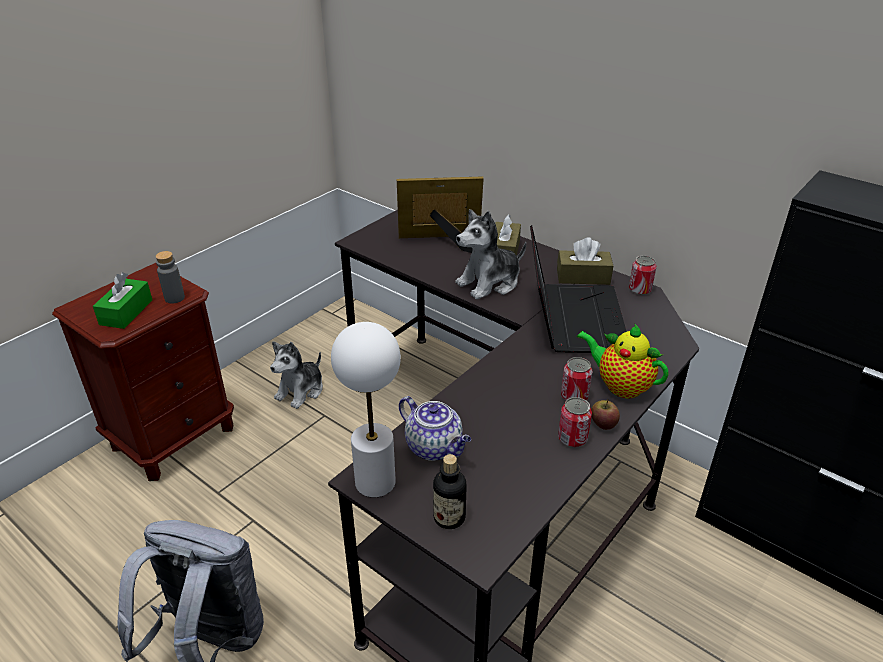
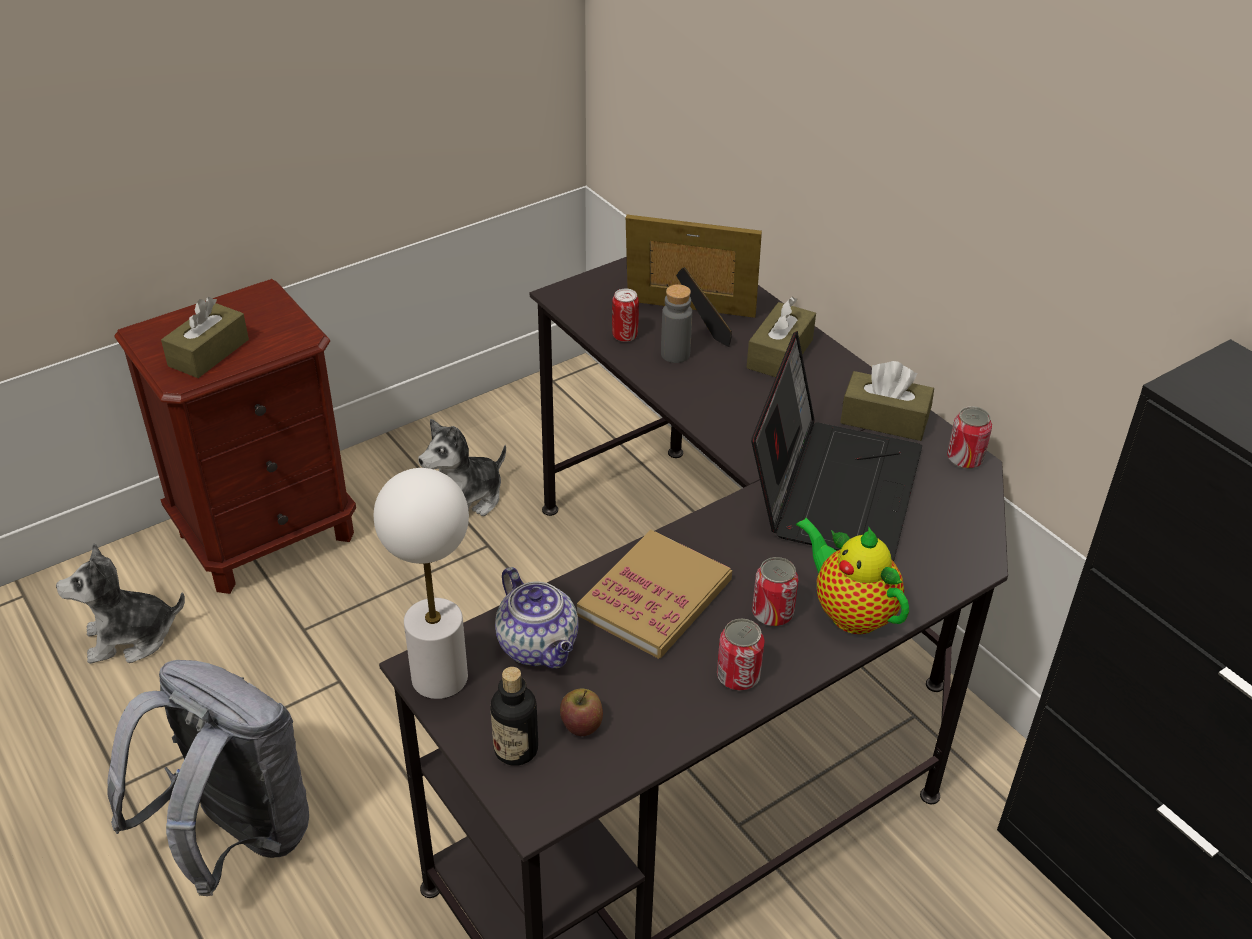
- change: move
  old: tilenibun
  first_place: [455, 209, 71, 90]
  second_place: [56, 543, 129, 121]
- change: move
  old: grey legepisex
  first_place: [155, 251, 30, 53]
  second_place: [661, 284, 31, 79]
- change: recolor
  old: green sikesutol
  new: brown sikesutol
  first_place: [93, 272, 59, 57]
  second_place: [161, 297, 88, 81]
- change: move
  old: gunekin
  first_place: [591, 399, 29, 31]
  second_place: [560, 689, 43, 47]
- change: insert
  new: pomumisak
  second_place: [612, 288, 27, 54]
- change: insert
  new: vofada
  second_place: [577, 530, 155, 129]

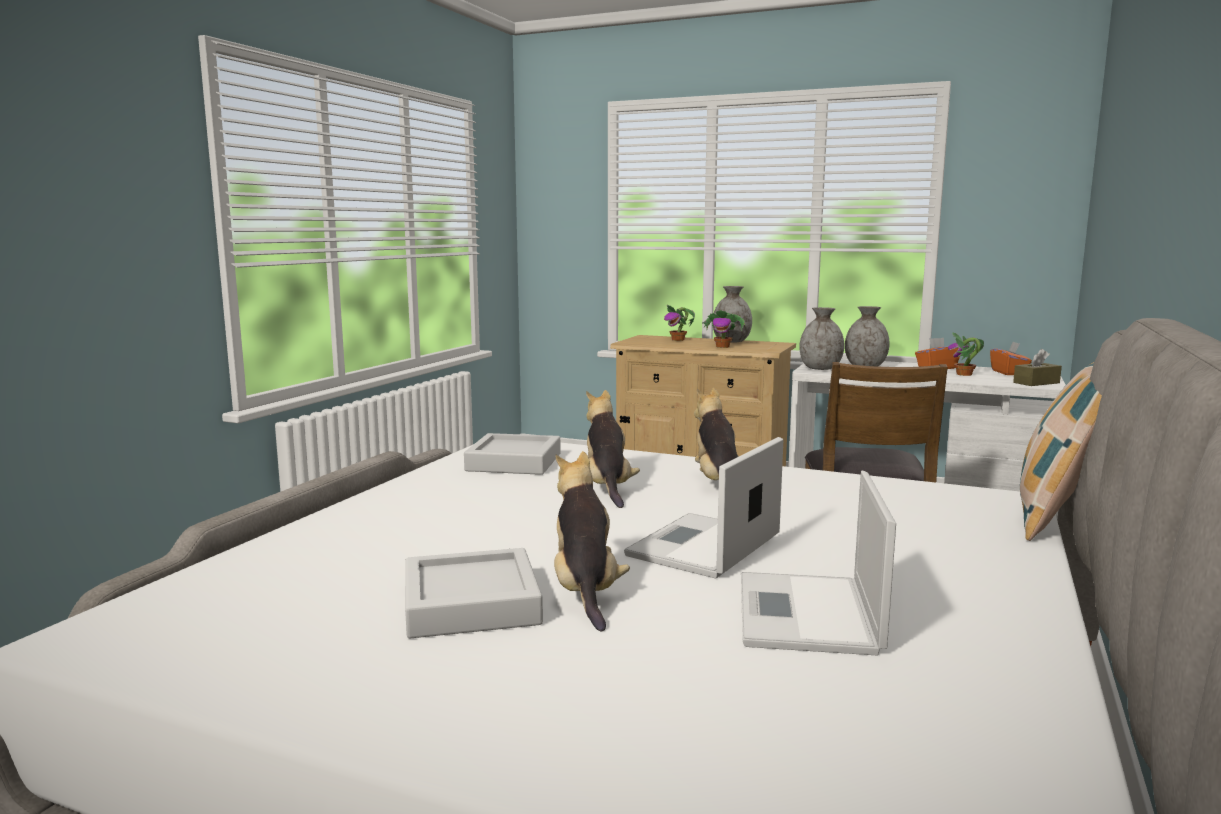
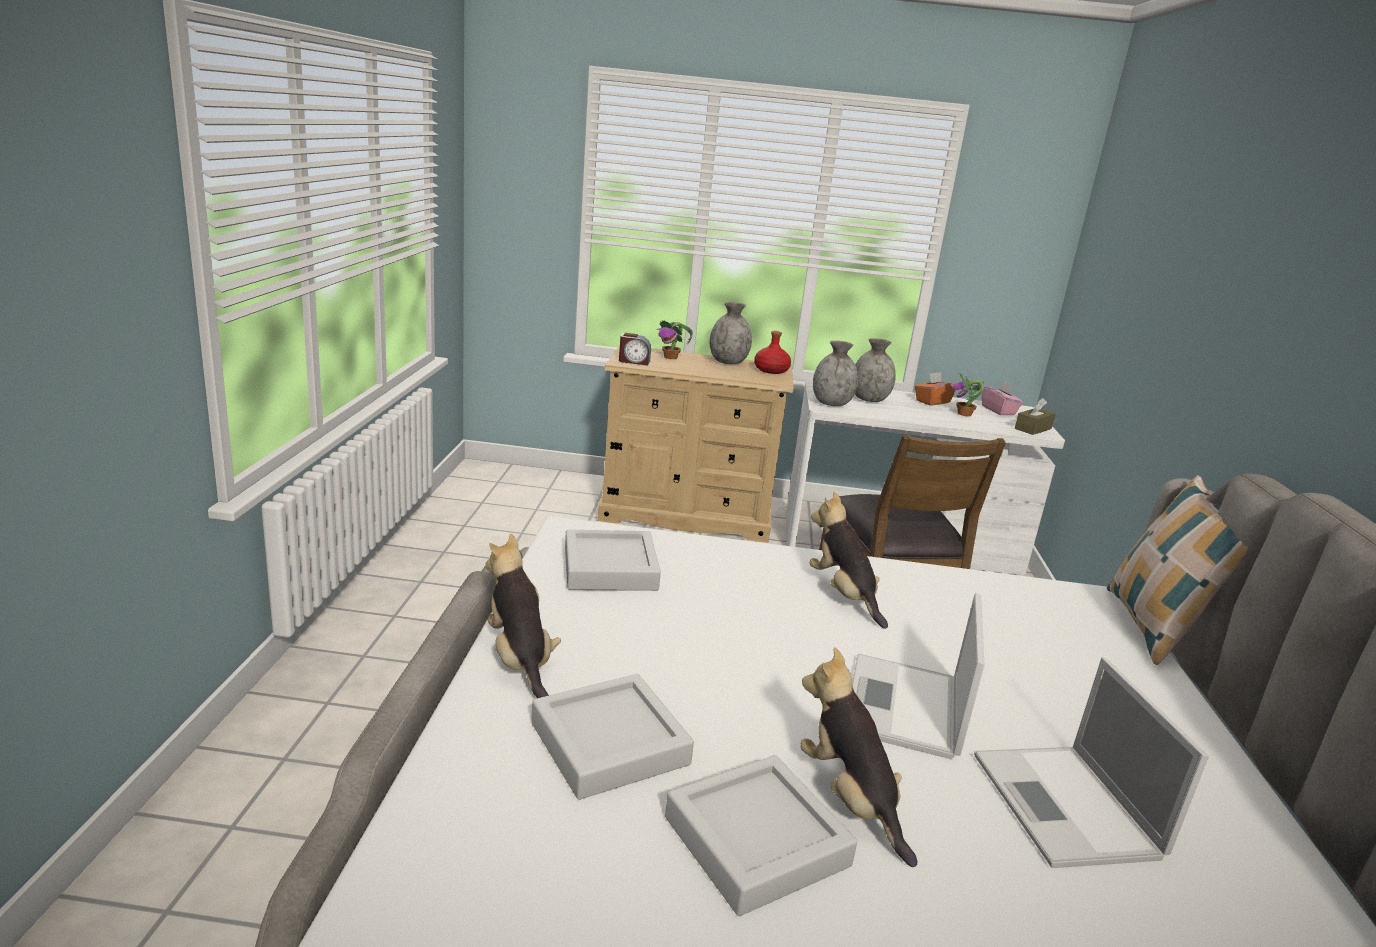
- change: delete
  old: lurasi
  first_place: [702, 310, 43, 38]
- change: recolor
  old: orange sikesutol
  new: pink sikesutol
  first_place: [990, 342, 42, 33]
  second_place: [982, 380, 41, 35]
- change: move
  old: tilenibun
  first_place: [586, 390, 54, 118]
  second_place: [486, 534, 75, 164]
- change: insert
  new: red legepisex
  second_place: [754, 331, 37, 43]
- change: insert
  new: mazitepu
  second_place: [619, 333, 32, 32]
- change: insert
  new: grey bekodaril
  second_place: [531, 674, 163, 126]

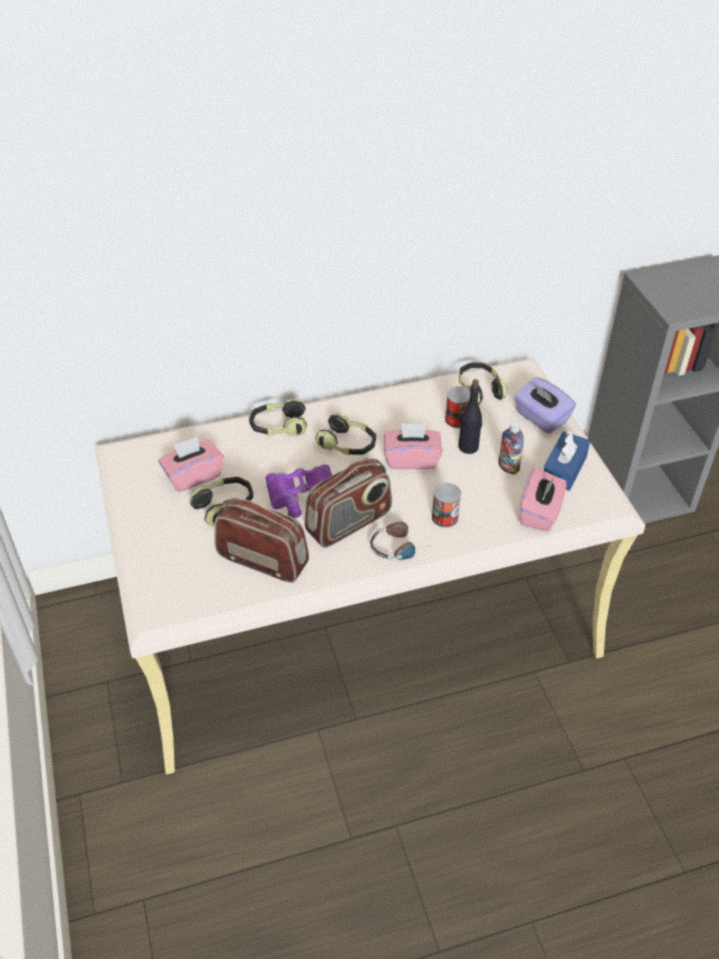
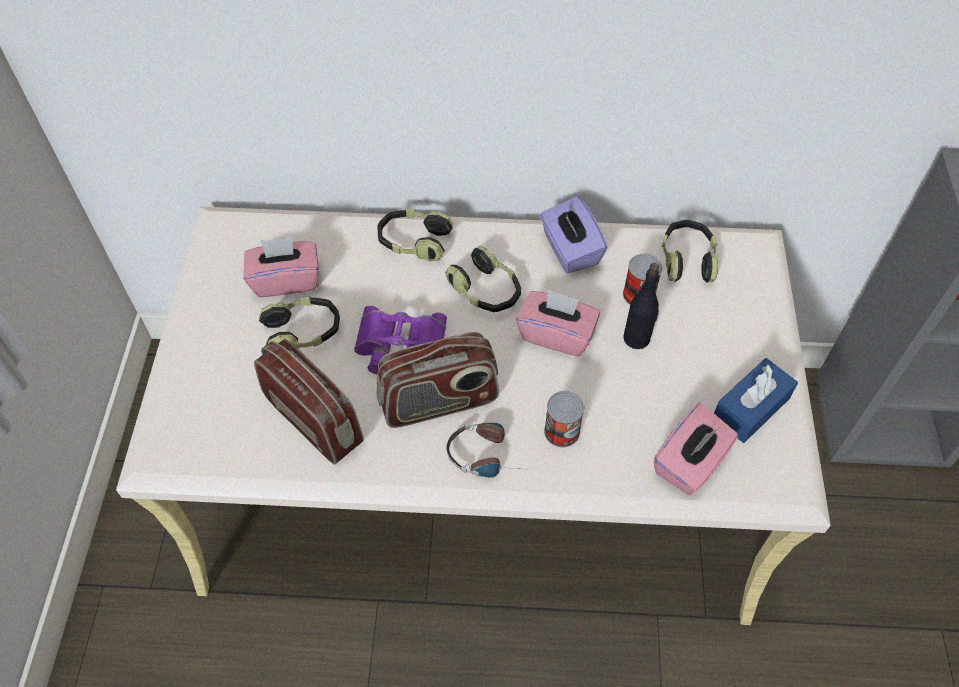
- change: move
  old: purple sikesutol
  first_place: [514, 377, 62, 56]
  second_place: [540, 196, 67, 78]
- change: delete
  old: legepisex
  first_place: [499, 421, 25, 54]

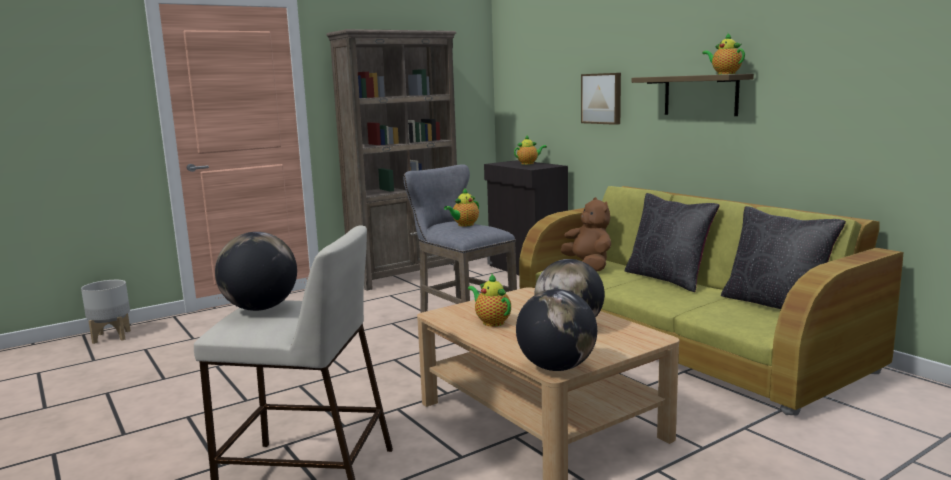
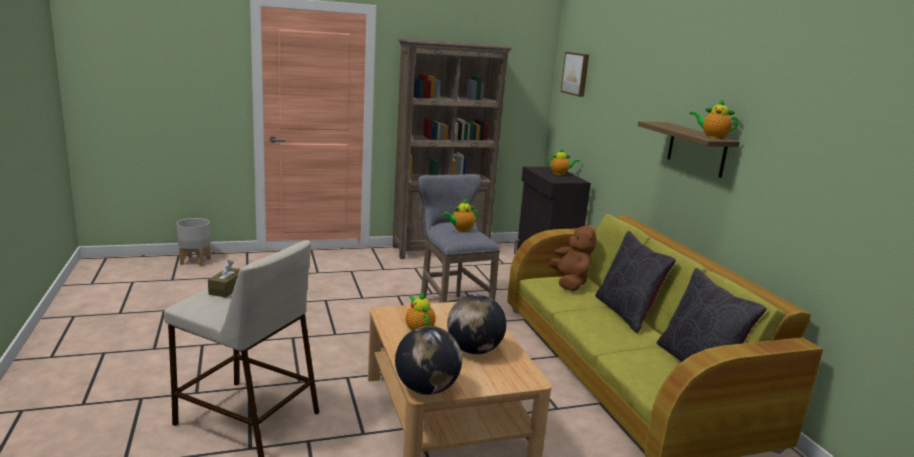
- change: rotate
  old: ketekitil
  first_place: [702, 33, 43, 41]
  second_place: [690, 100, 49, 39]
  degrees: -45
- change: move
  old: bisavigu
  first_place: [581, 73, 40, 52]
  second_place: [561, 52, 28, 45]
- change: replace
  old: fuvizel
  new: brown sikesutol
  first_place: [215, 232, 82, 79]
  second_place: [208, 260, 33, 37]

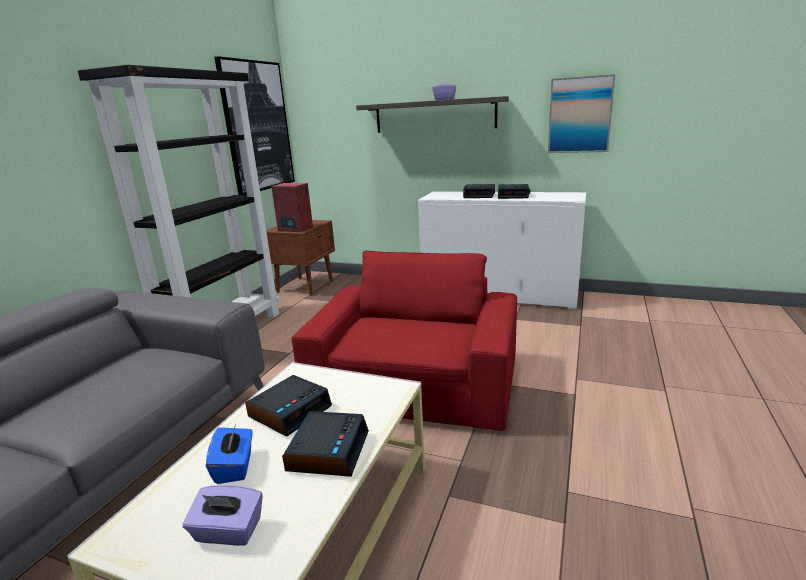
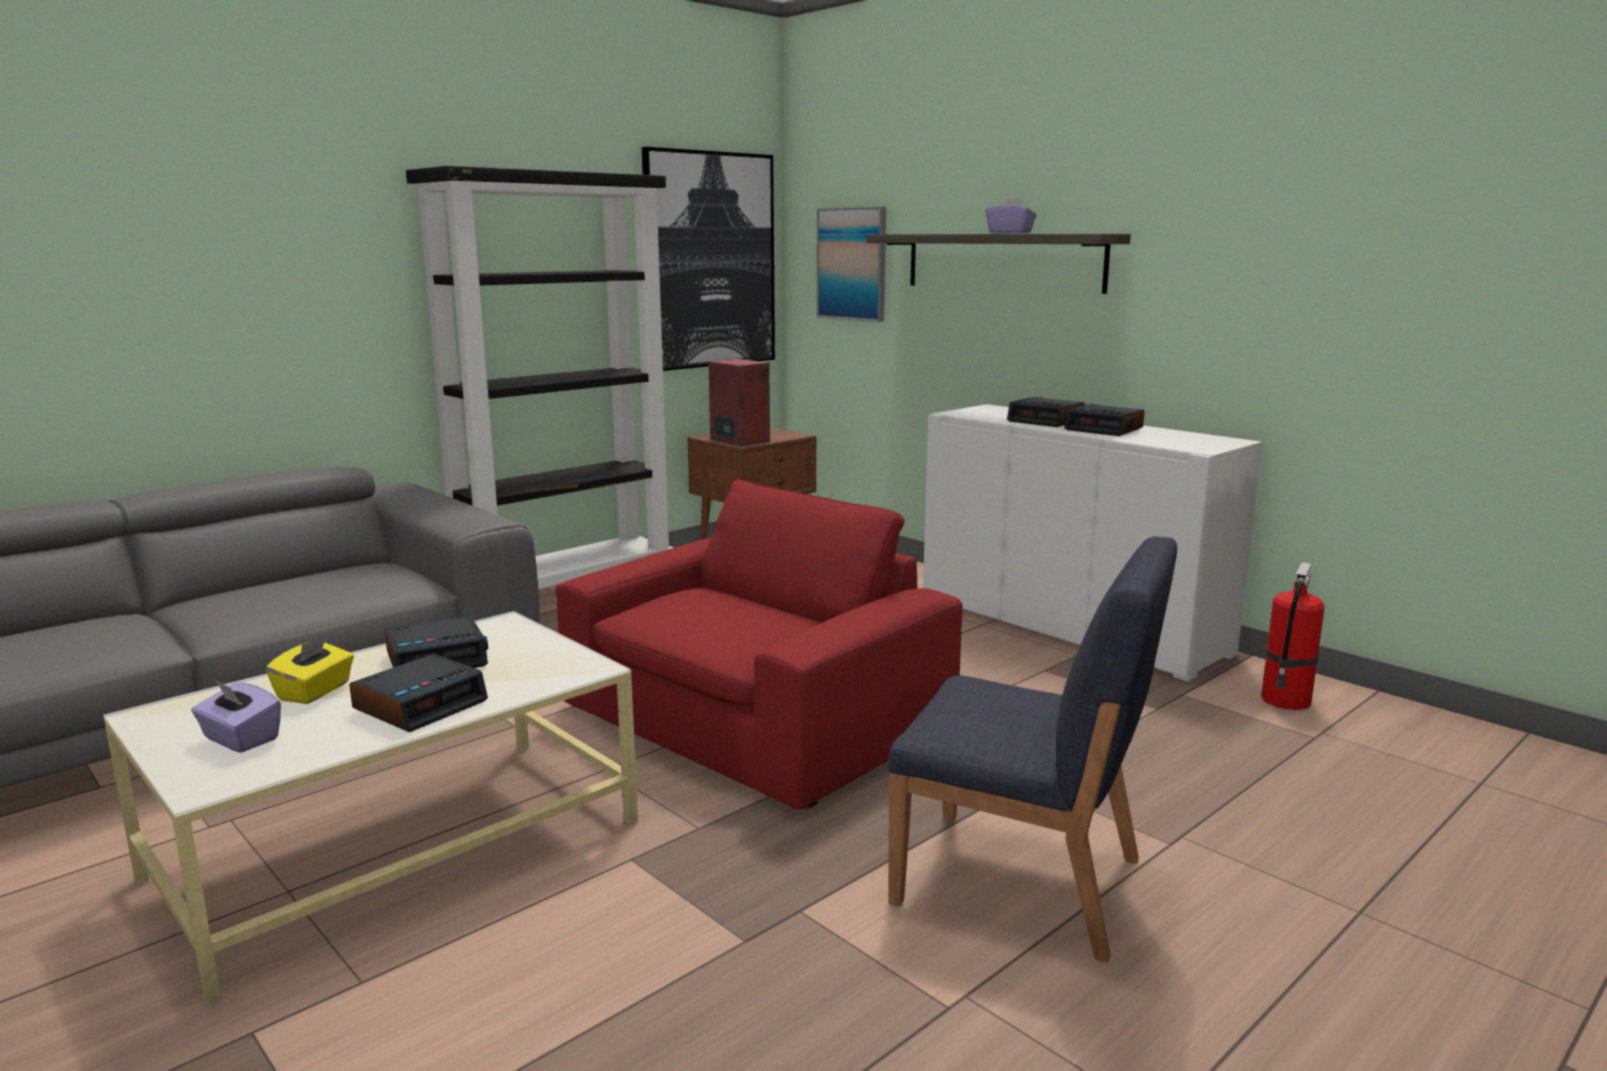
- change: move
  old: bisavigu
  first_place: [548, 74, 67, 79]
  second_place: [817, 207, 69, 115]
- change: recolor
  old: blue sikesutol
  new: yellow sikesutol
  first_place: [206, 424, 46, 60]
  second_place: [266, 634, 88, 70]
- change: insert
  new: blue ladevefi
  second_place: [888, 536, 289, 427]
- change: insert
  new: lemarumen
  second_place: [1261, 562, 64, 148]

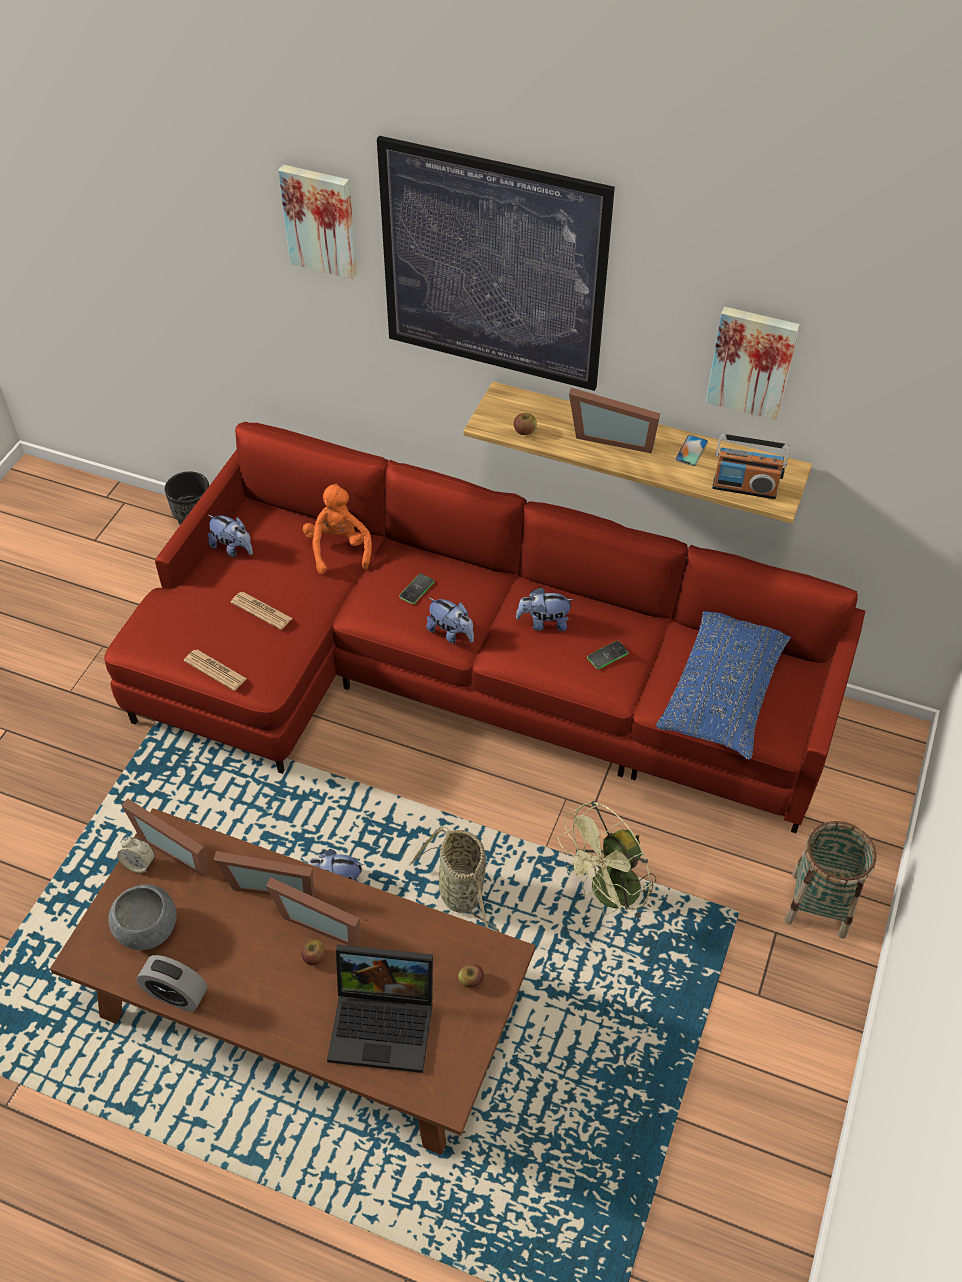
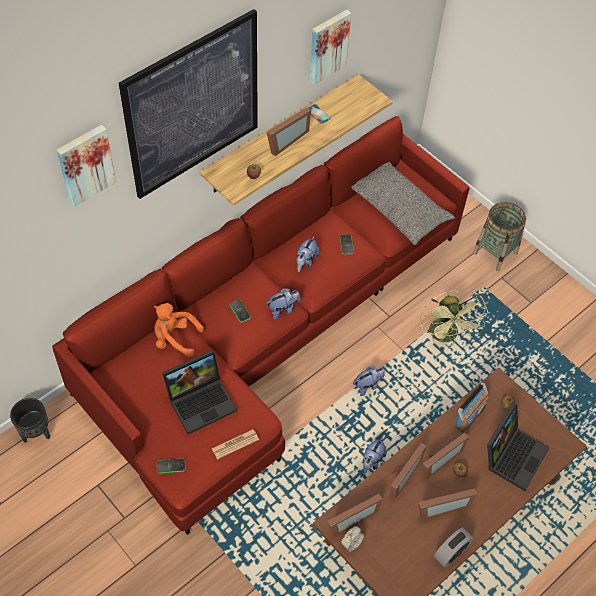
- change: move
  old: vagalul
  first_place: [712, 434, 78, 65]
  second_place: [455, 383, 34, 50]
- change: move
  old: tilenibun
  first_place: [208, 515, 45, 42]
  second_place: [353, 366, 32, 30]
- change: replace
  old: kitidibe
  new: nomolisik
  first_place: [231, 592, 62, 38]
  second_place: [162, 350, 75, 84]
- change: recolor
  old: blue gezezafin
  new: grey gezezafin
  first_place: [656, 611, 135, 149]
  second_place: [351, 161, 104, 84]
- change: delete
  old: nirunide
  first_place: [409, 827, 92, 106]
- change: delete
  old: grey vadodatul
  first_place: [108, 884, 69, 66]
- change: insert
  new: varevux
  second_place: [157, 458, 29, 16]
- change: insert
  new: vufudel
  second_place: [418, 488, 59, 33]

